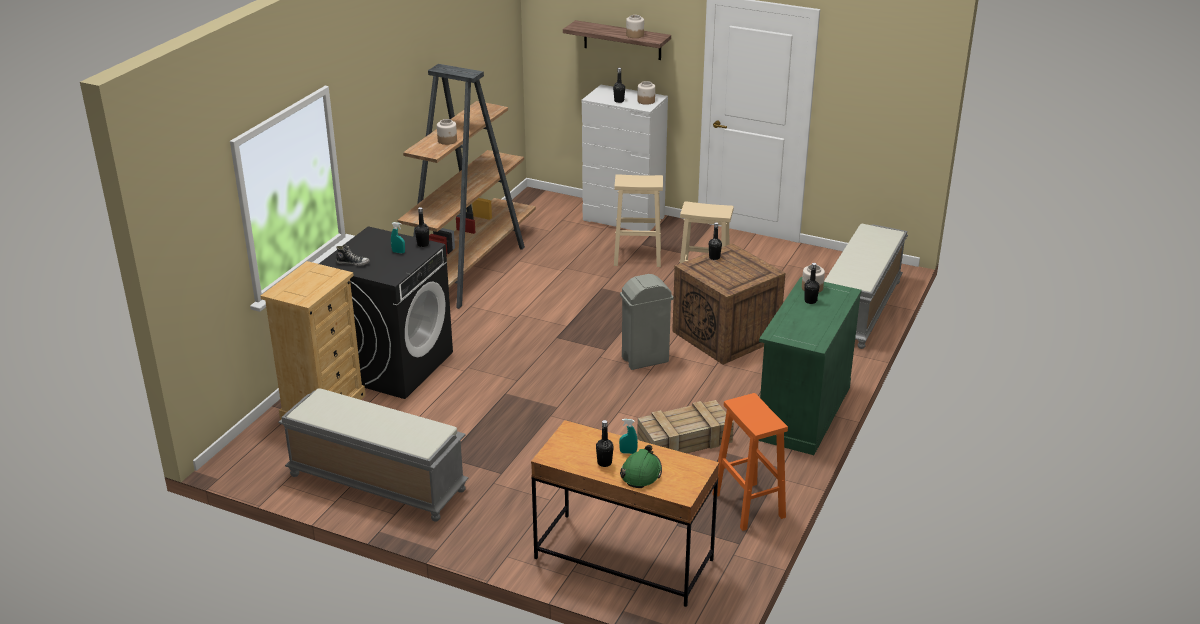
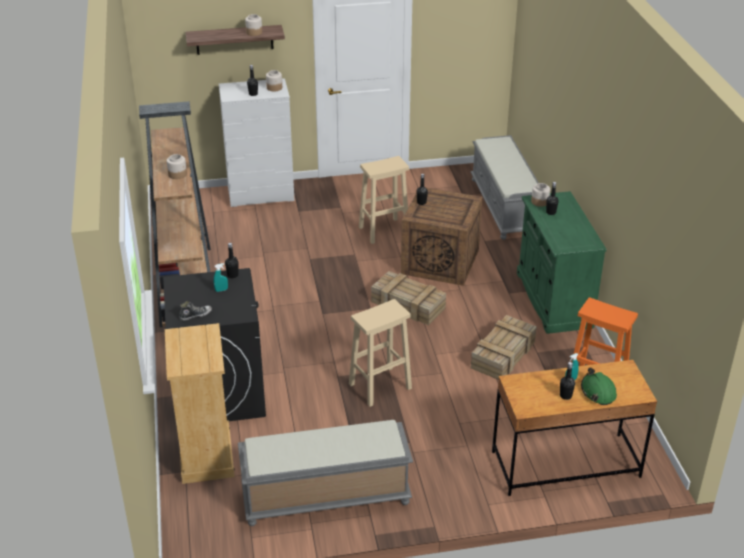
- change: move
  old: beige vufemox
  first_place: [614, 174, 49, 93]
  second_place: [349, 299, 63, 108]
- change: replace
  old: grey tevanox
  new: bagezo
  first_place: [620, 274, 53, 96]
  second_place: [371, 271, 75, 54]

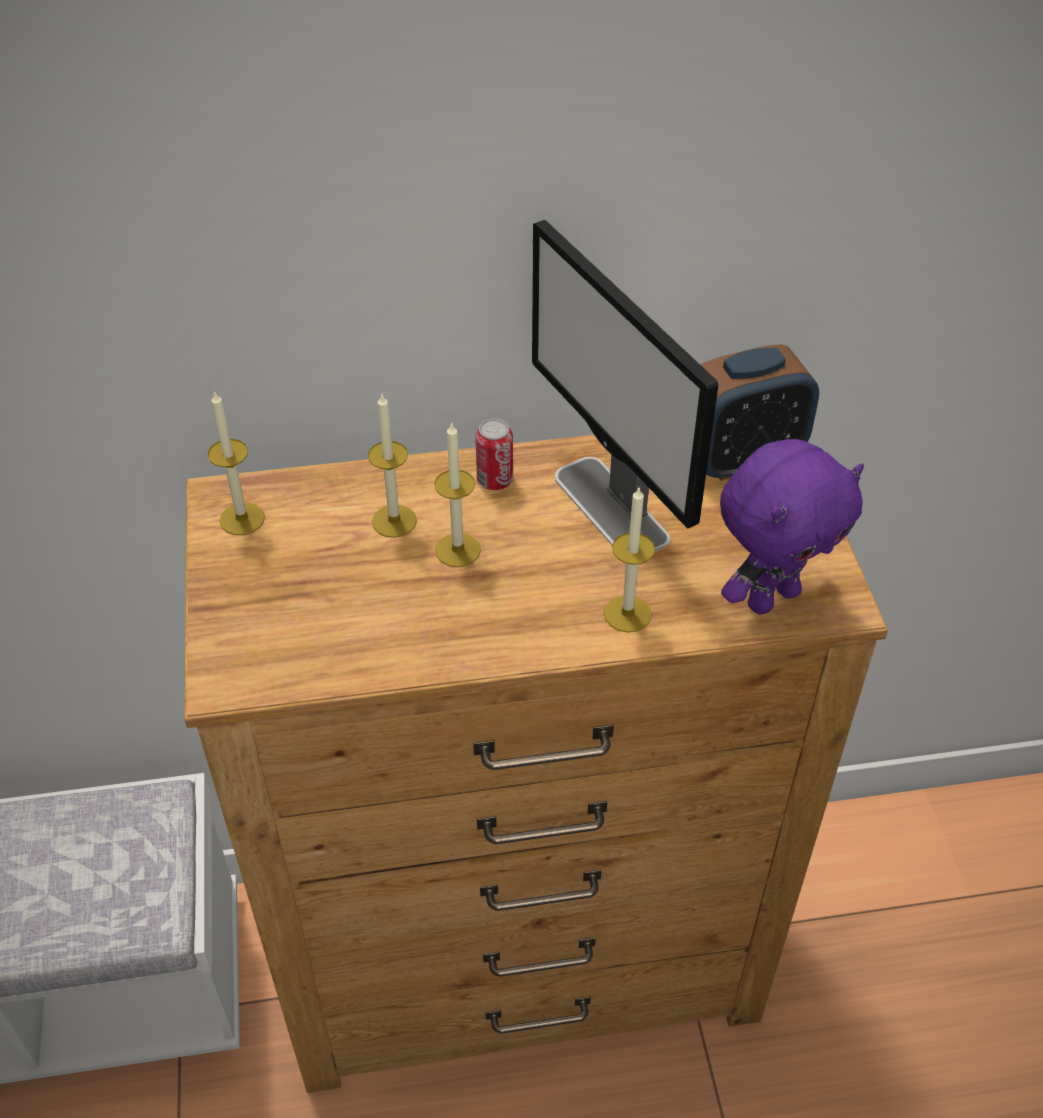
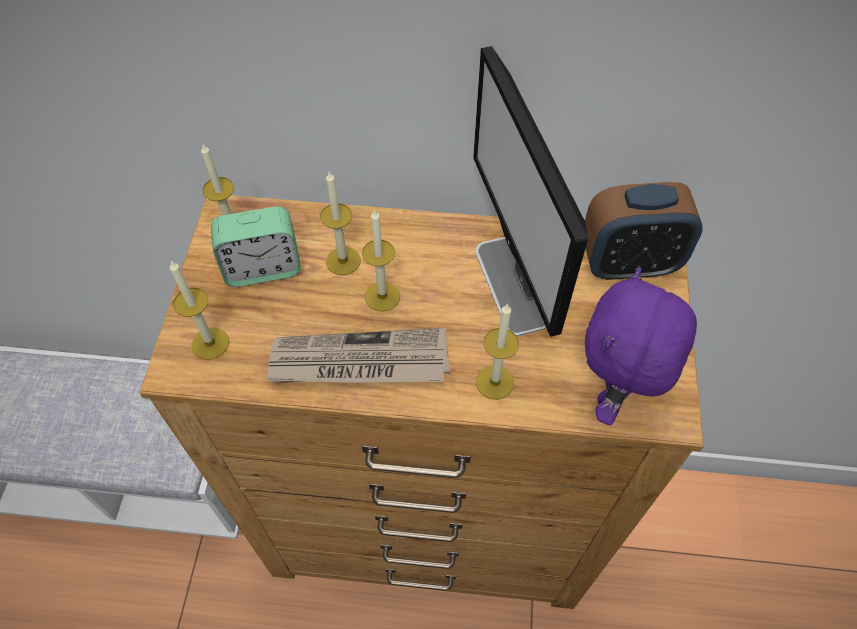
- change: delete
  old: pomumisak
  first_place: [475, 418, 38, 72]
- change: rotate
  old: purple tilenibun
  first_place: [720, 439, 144, 176]
  second_place: [585, 267, 112, 158]
  degrees: 135
- change: insert
  new: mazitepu
  second_place: [211, 206, 90, 81]
- change: insert
  new: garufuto
  second_place: [170, 260, 59, 100]
- change: insert
  new: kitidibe
  second_place: [265, 327, 185, 56]

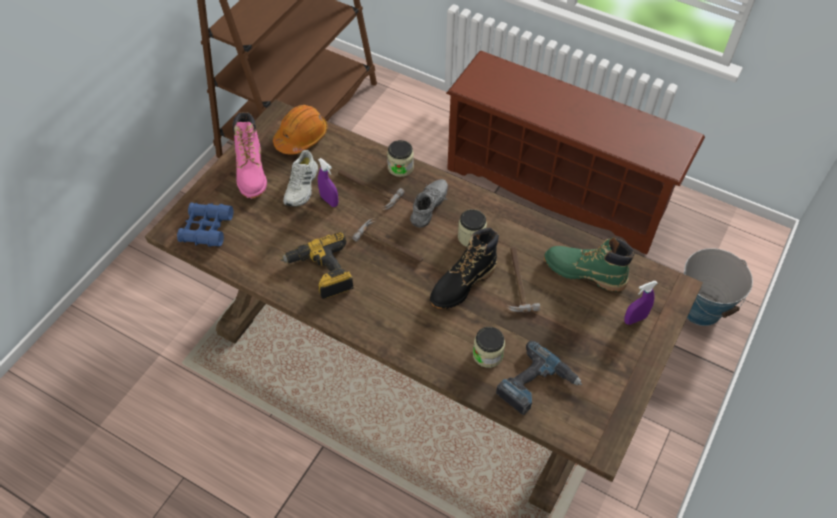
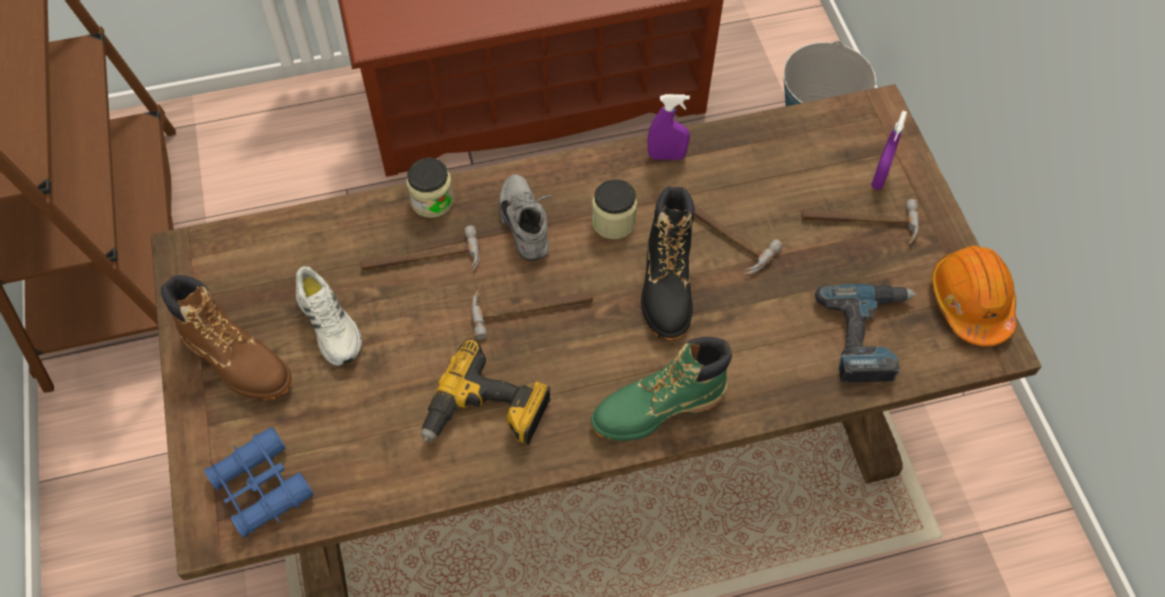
- change: move
  old: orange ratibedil
  first_place: [273, 105, 55, 50]
  second_place: [931, 246, 85, 100]
- change: recolor
  old: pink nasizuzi
  new: brown nasizuzi
  first_place: [233, 112, 34, 87]
  second_place: [161, 275, 131, 125]
- change: move
  old: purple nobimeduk
  first_place: [318, 158, 20, 49]
  second_place: [647, 94, 43, 66]
- change: move
  old: green nasizuzi
  first_place: [544, 237, 91, 54]
  second_place: [590, 337, 142, 104]
- change: delete
  old: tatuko
  first_place: [473, 327, 32, 41]
- change: insert
  new: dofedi
  second_place: [802, 199, 118, 46]

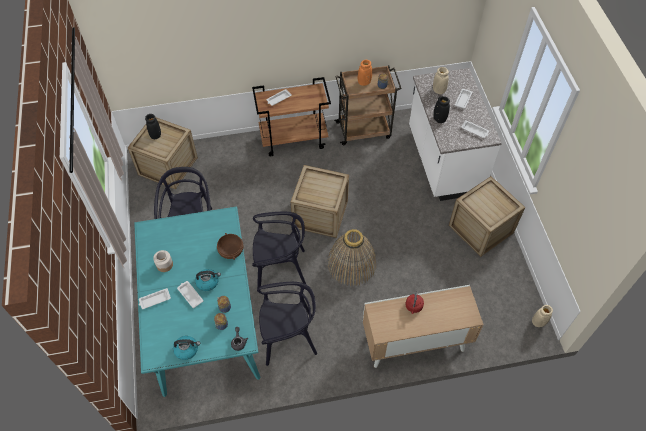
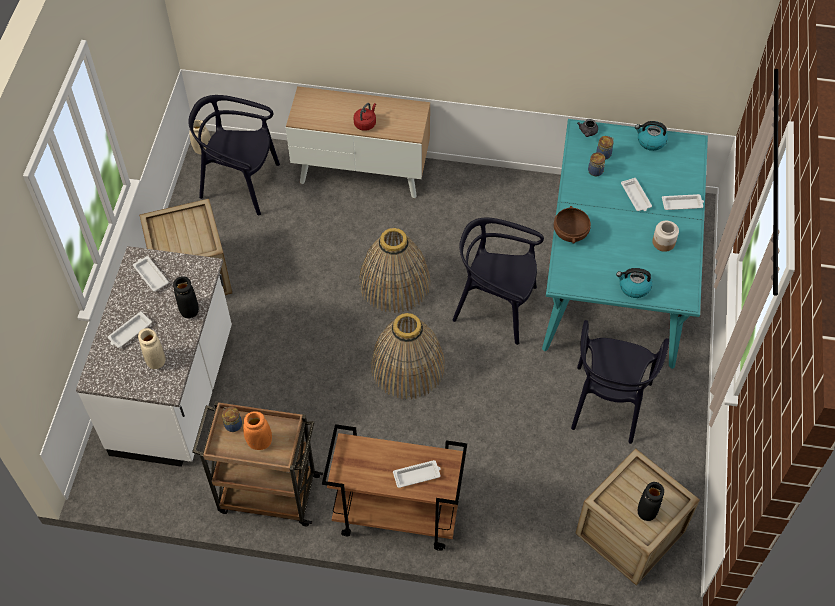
- change: replace
  old: bagezo
  new: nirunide
  first_place: [291, 165, 58, 73]
  second_place: [371, 313, 74, 86]
- change: move
  old: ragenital
  first_place: [195, 269, 26, 22]
  second_place: [616, 268, 36, 30]
- change: move
  old: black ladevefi
  first_place: [258, 282, 59, 84]
  second_place: [188, 95, 92, 120]

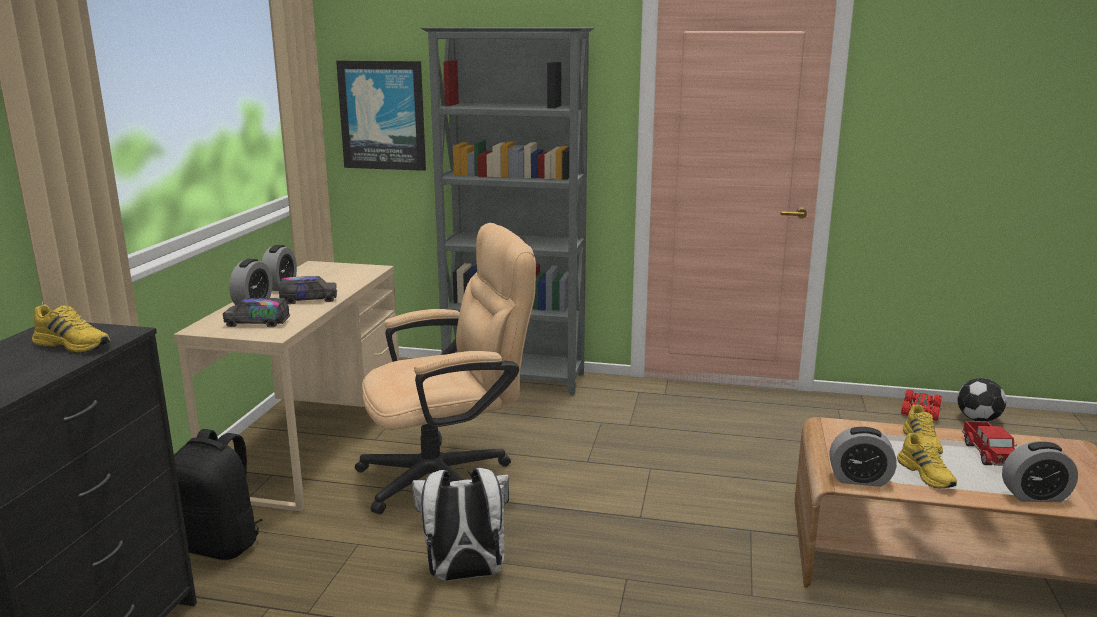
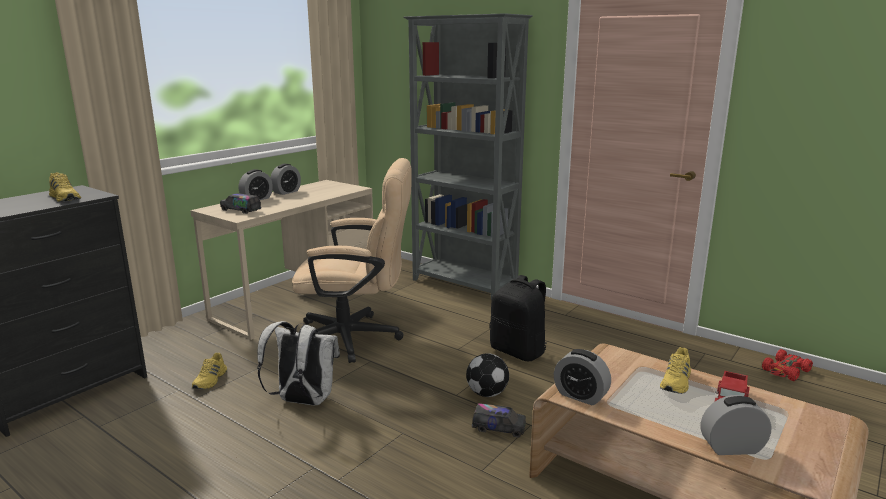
- change: delete
  old: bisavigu
  first_place: [336, 61, 90, 110]
- change: move
  old: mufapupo
  first_place: [279, 276, 58, 28]
  second_place: [472, 403, 54, 34]
- change: move
  old: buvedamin
  first_place: [957, 378, 49, 44]
  second_place: [466, 353, 43, 44]
- change: move
  old: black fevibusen
  first_place: [174, 429, 89, 131]
  second_place: [490, 275, 57, 87]
- change: move
  old: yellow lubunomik
  first_place: [897, 433, 60, 56]
  second_place: [192, 353, 35, 36]
- change: rotate
  old: mazitepu
  first_place: [1002, 441, 76, 61]
  second_place: [701, 395, 71, 60]
  degrees: 150

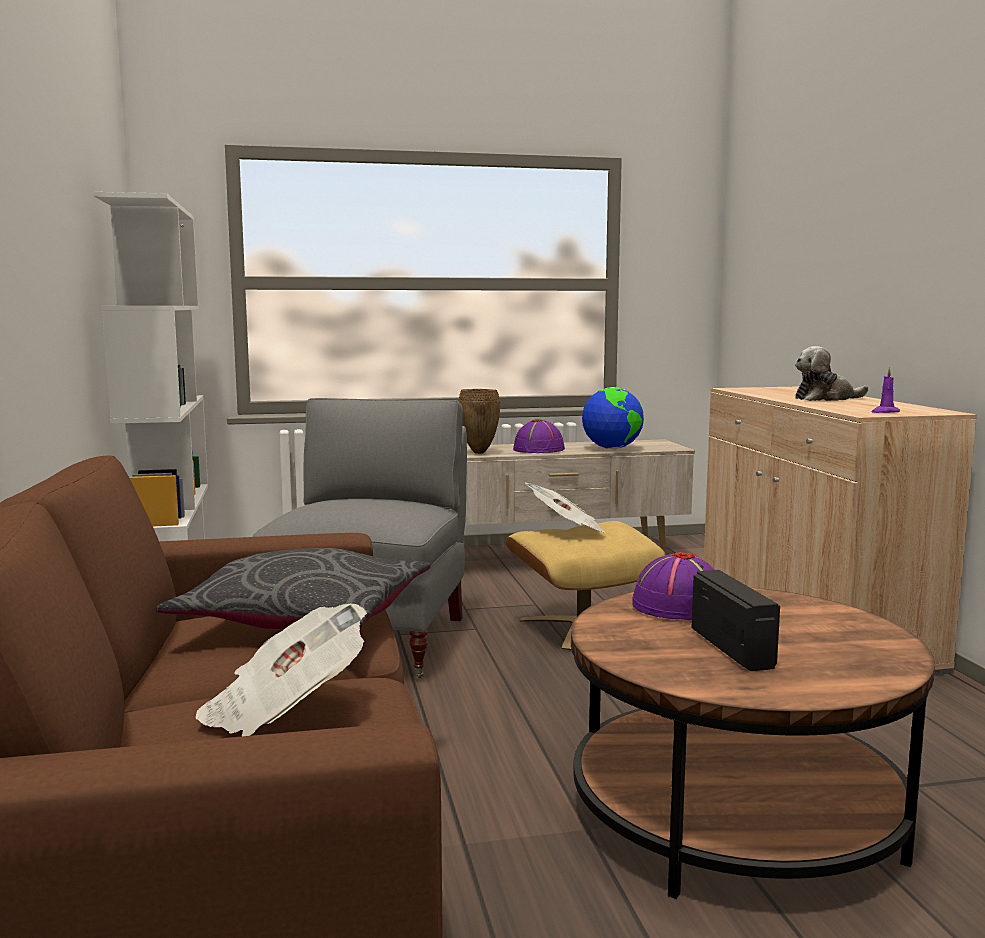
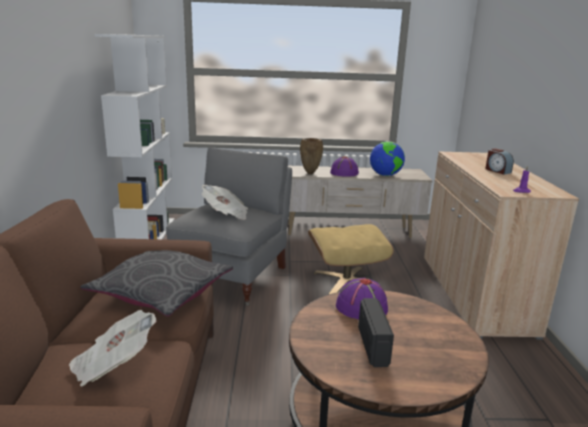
- change: replace
  old: tilenibun
  new: mazitepu
  first_place: [795, 346, 73, 55]
  second_place: [485, 148, 29, 27]
- change: move
  old: kitidibe
  first_place: [525, 483, 81, 50]
  second_place: [202, 185, 46, 35]

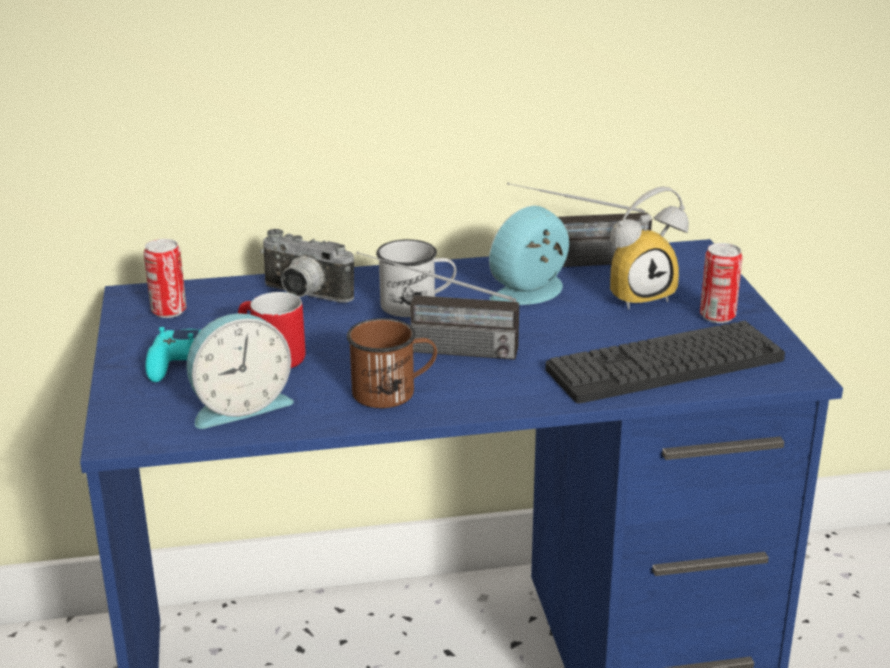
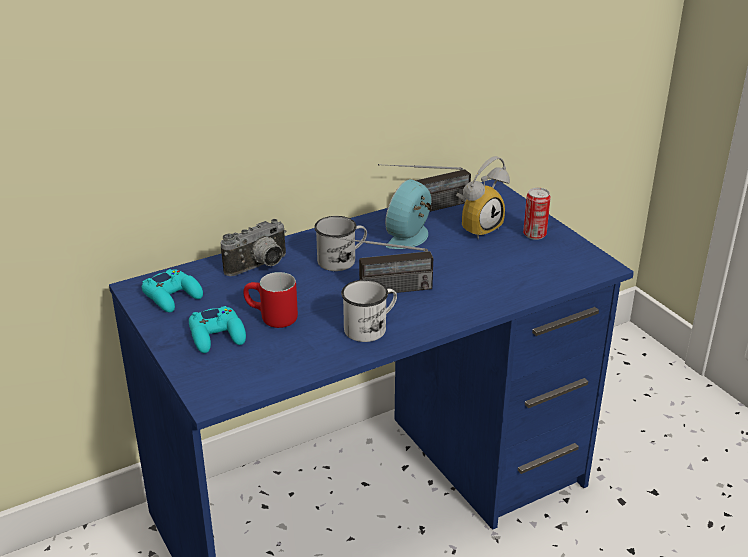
- change: rotate
  old: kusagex
  first_place: [260, 229, 94, 74]
  second_place: [221, 219, 66, 57]
  degrees: -45
- change: replace
  old: pomumisak
  new: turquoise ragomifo
  first_place: [144, 239, 43, 79]
  second_place: [142, 269, 61, 44]
- change: delete
  old: mazitepu
  first_place: [187, 313, 107, 116]
- change: recolor
  old: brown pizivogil
  new: white pizivogil
  first_place: [347, 318, 90, 90]
  second_place: [341, 280, 56, 62]
- change: delete
  old: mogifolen
  first_place: [545, 321, 240, 83]

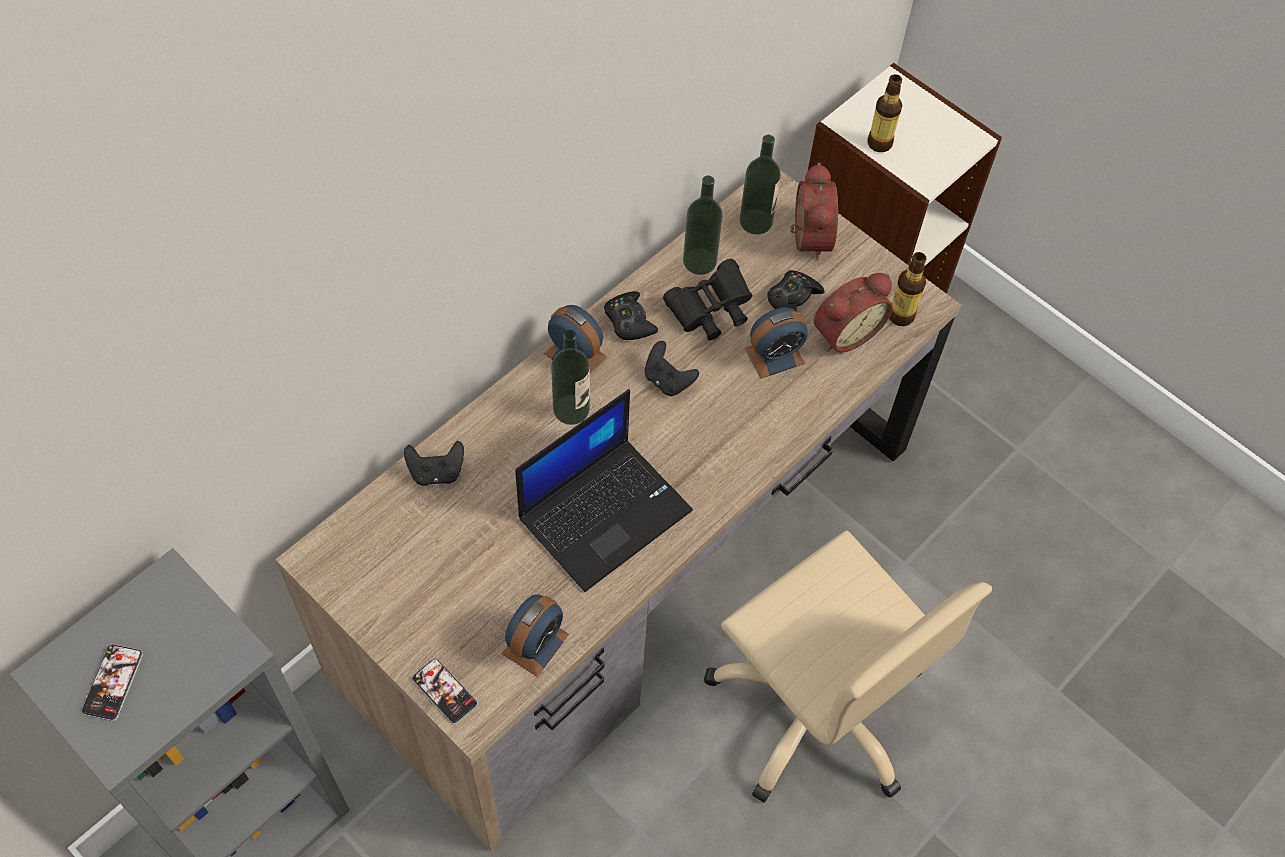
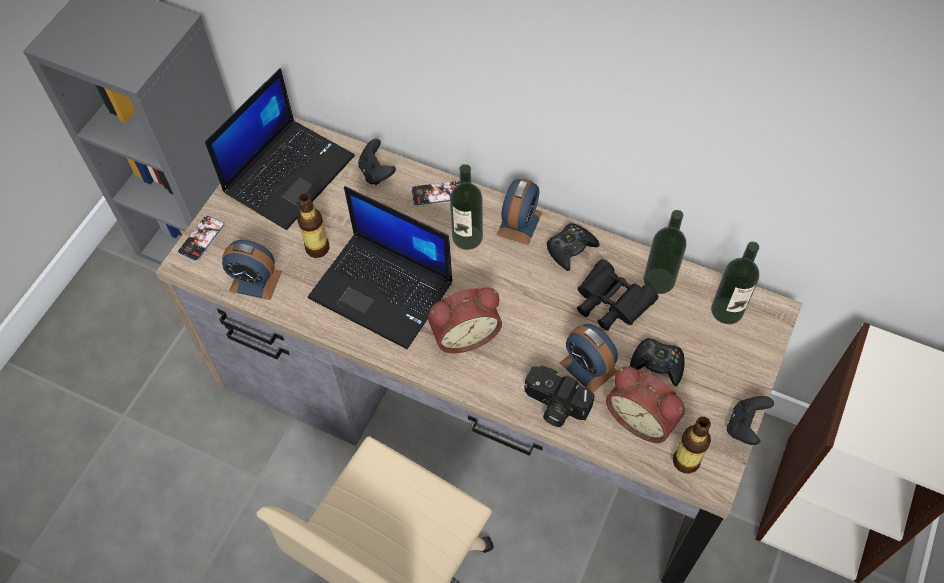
- change: move
  old: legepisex
  first_place: [868, 74, 34, 78]
  second_place: [297, 193, 32, 65]
- change: move
  old: mazitepu
  first_place: [790, 163, 48, 97]
  second_place: [428, 287, 74, 66]
- change: move
  old: black ragomifo
  first_place: [645, 341, 54, 55]
  second_place: [727, 396, 47, 49]
- change: move
  old: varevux
  first_place: [81, 644, 62, 77]
  second_place: [411, 181, 49, 26]
- change: insert
  new: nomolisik
  second_place: [205, 68, 150, 162]
- change: insert
  new: kusagex
  second_place: [524, 365, 71, 62]

